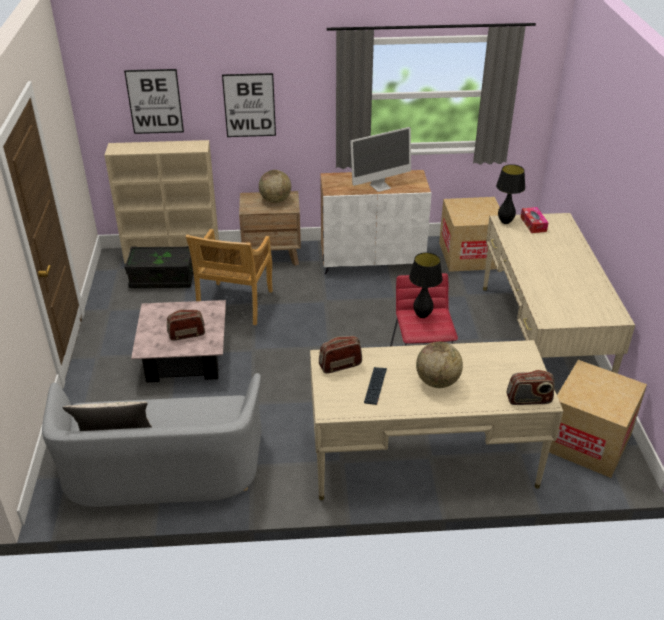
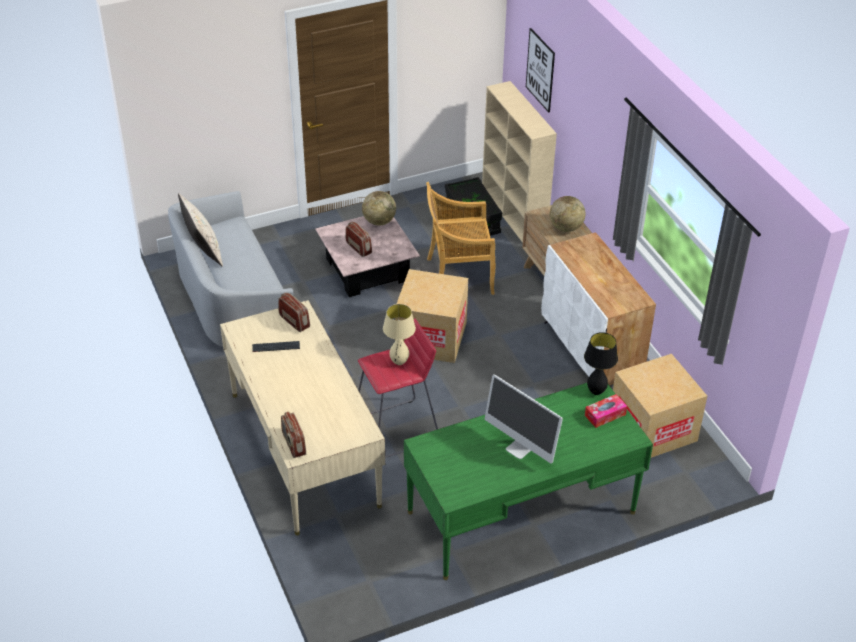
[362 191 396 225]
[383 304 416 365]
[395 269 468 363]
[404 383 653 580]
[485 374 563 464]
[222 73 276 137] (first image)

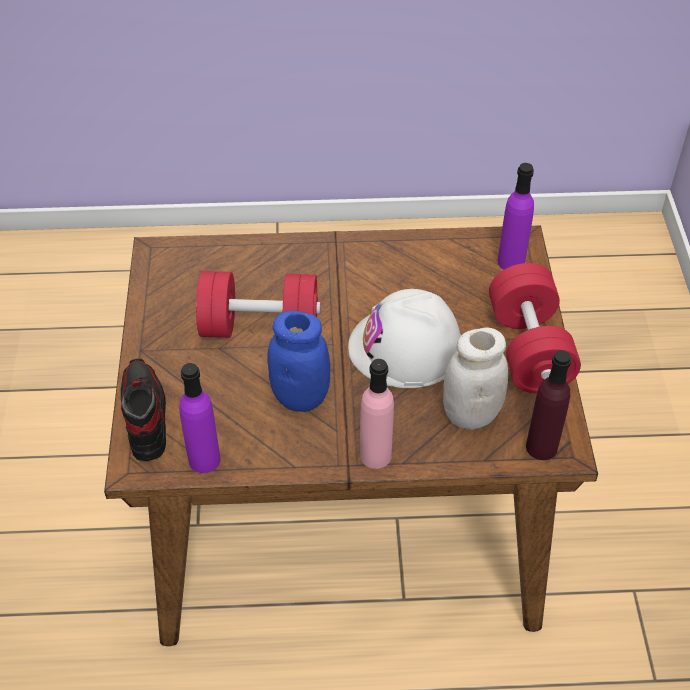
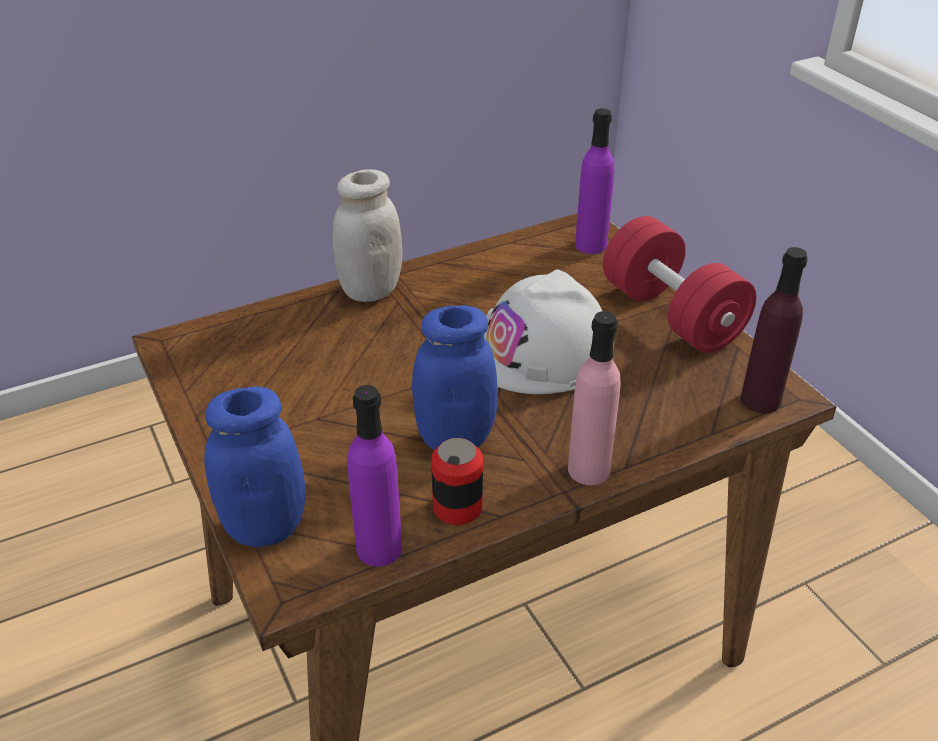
[204 387 306 547]
[333 169 403 302]
[431 438 483 525]
[196 271 321 338] (first image)

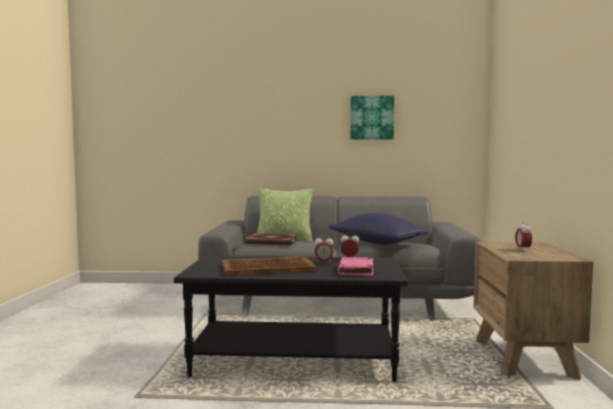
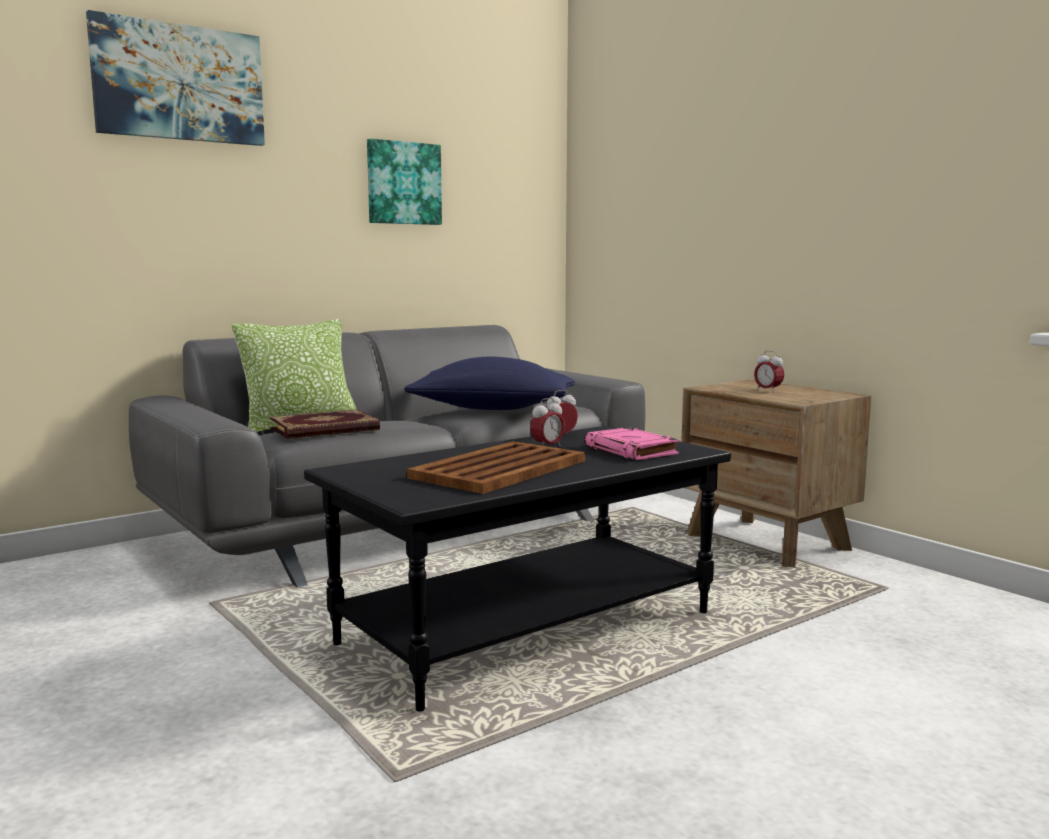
[86 10 265 146]

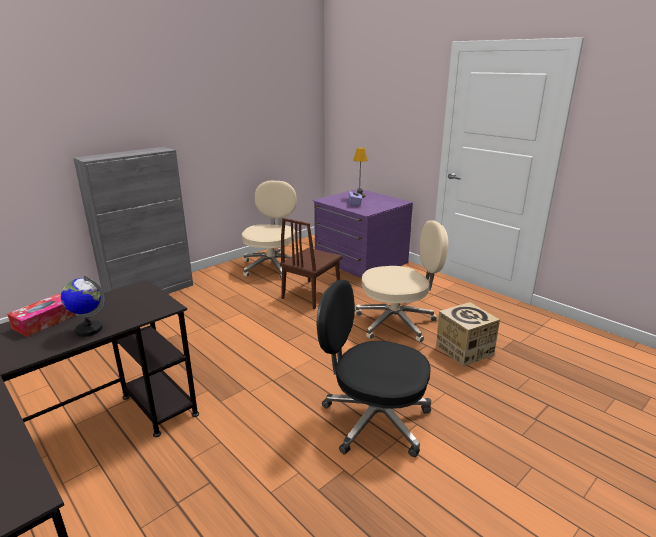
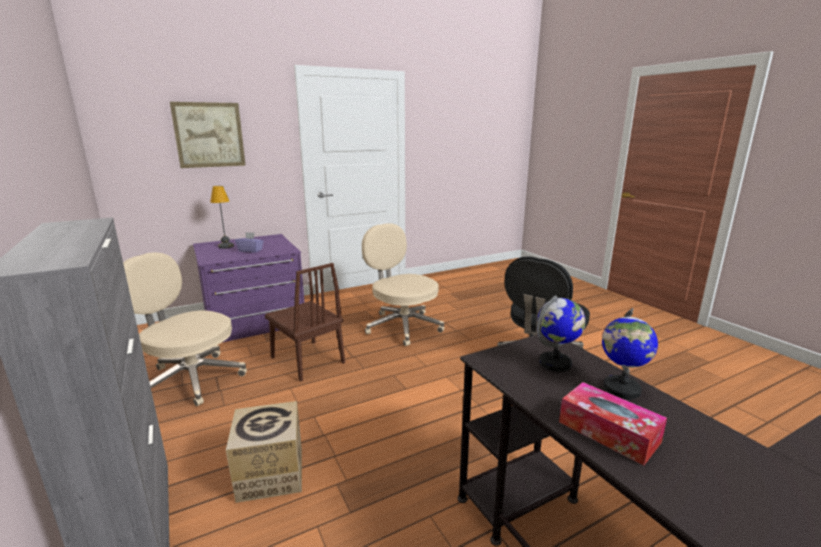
[170 102 246 168]
[226 401 302 503]
[362 223 444 346]
[537 295 586 372]

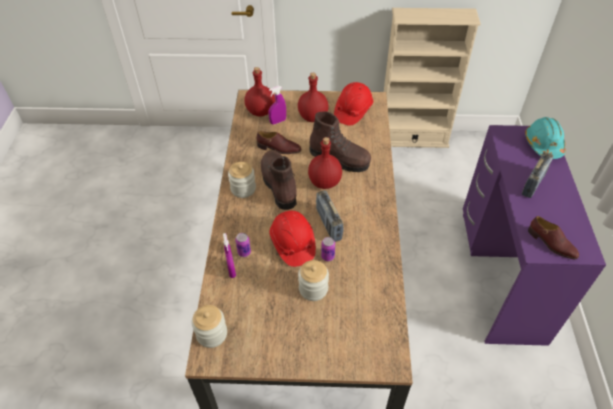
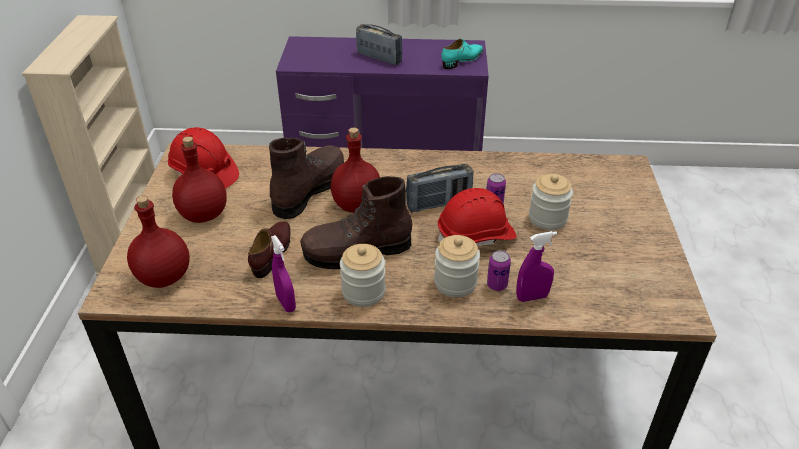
[271 235 296 312]
[434 235 480 297]
[441 39 483 69]
[525 117 566 159] (first image)

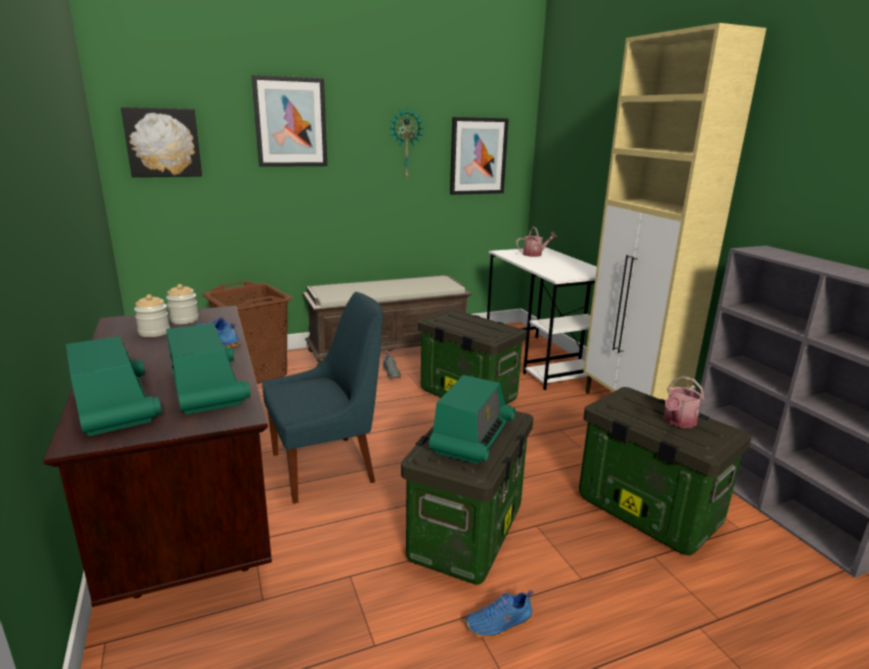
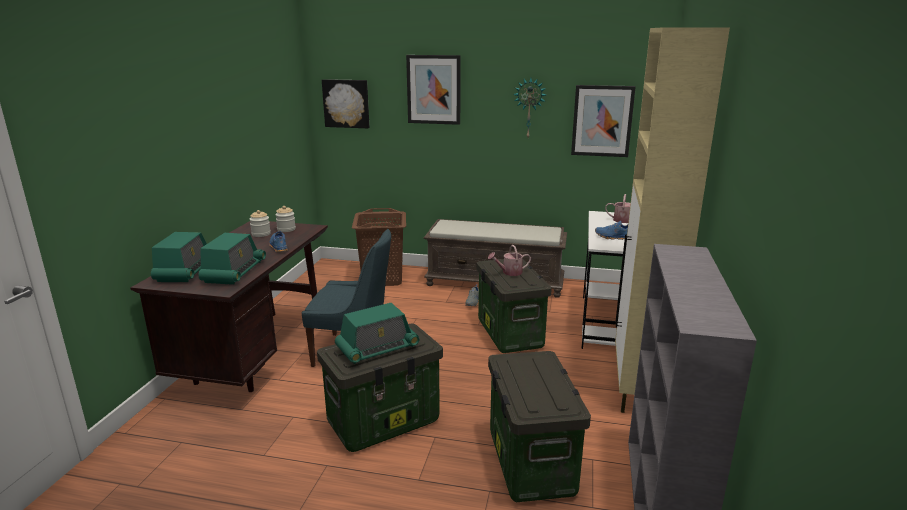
[488 245 531 276]
[595 221 628 240]

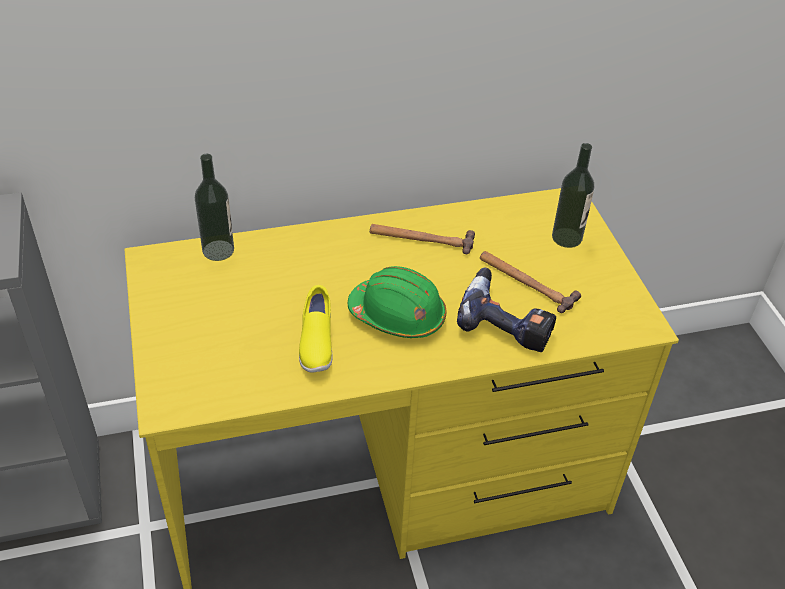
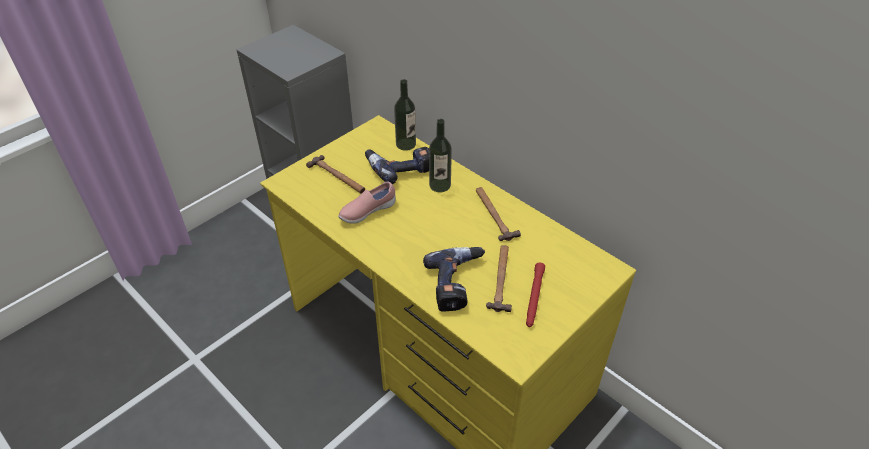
[306 155 365 193]
[338 181 396 224]
[365 147 429 184]
[429 119 452 192]
[526 262 545 327]
[348 266 446 338] (first image)

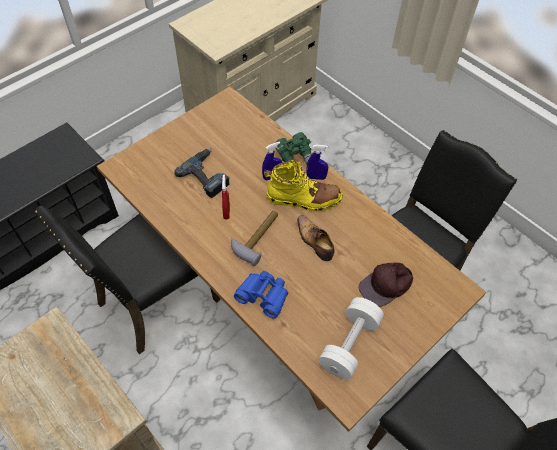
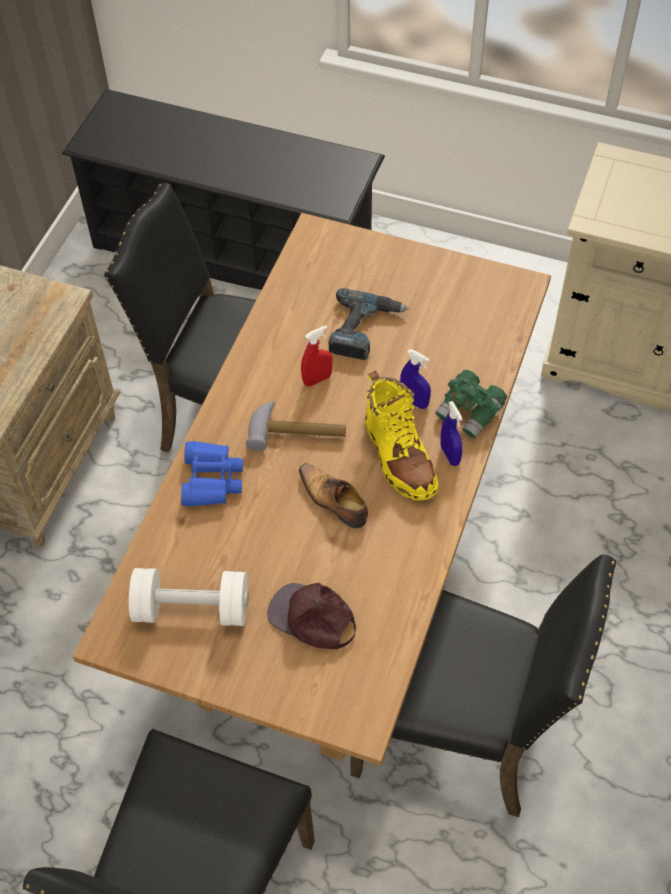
[299 463 368 528]

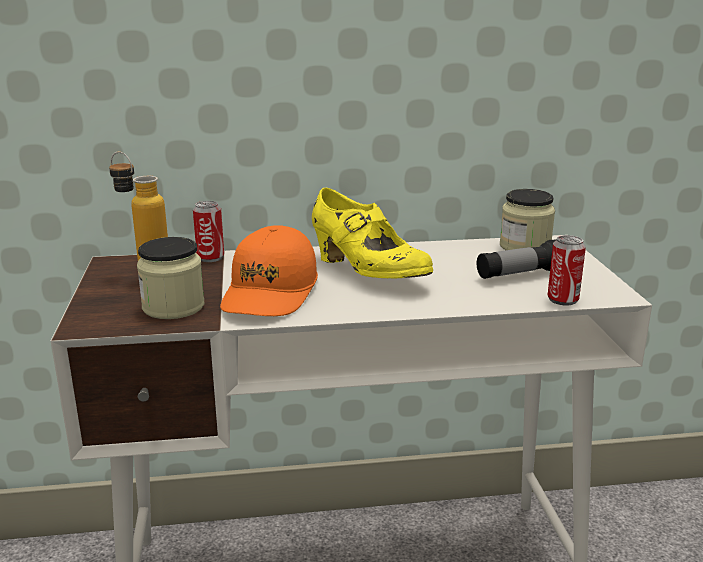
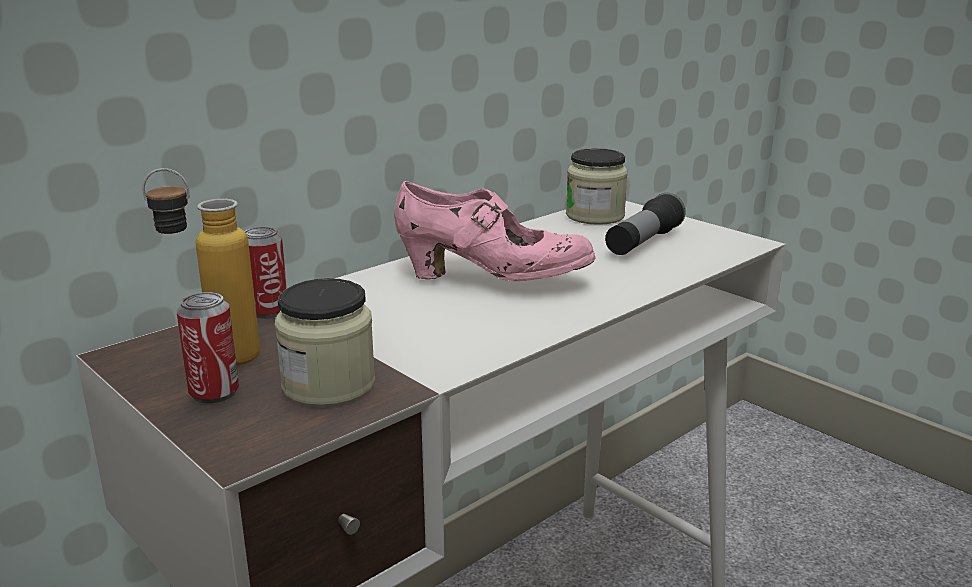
[177 292 239 403]
[394 181 595 281]
[220 225 318 316] (first image)

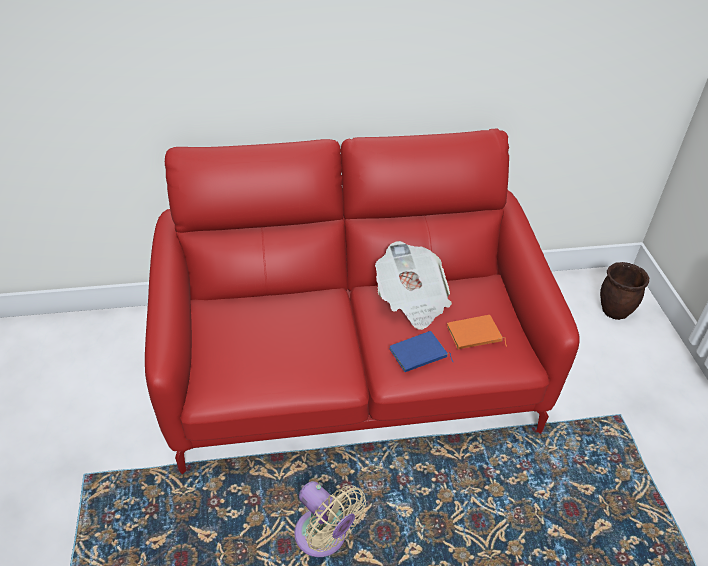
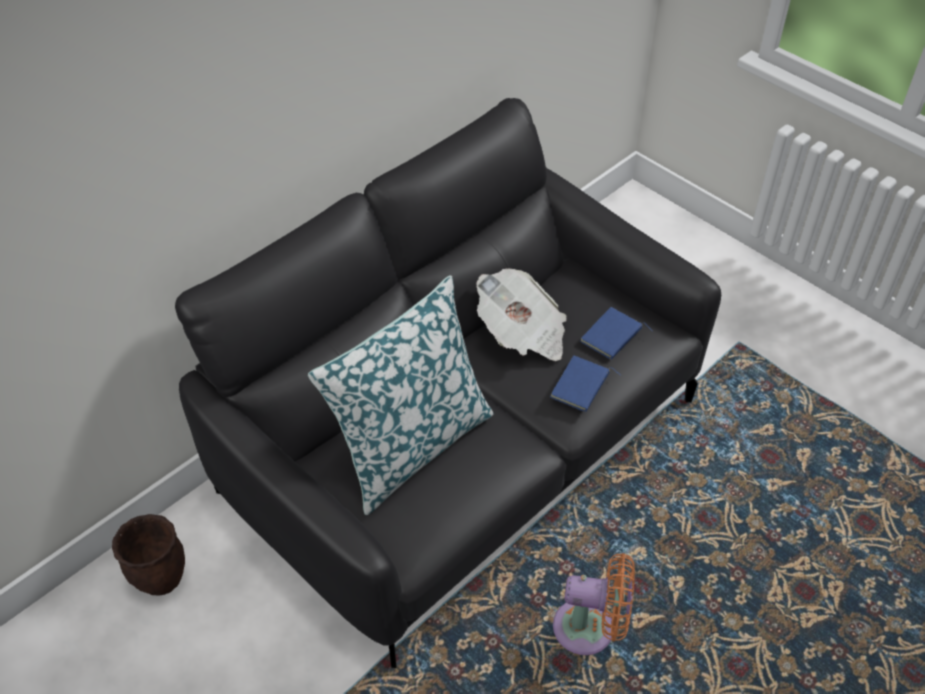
[112 514 185 595]
[175 98 721 668]
[308 275 494 515]
[553 553 635 655]
[580 307 652 360]

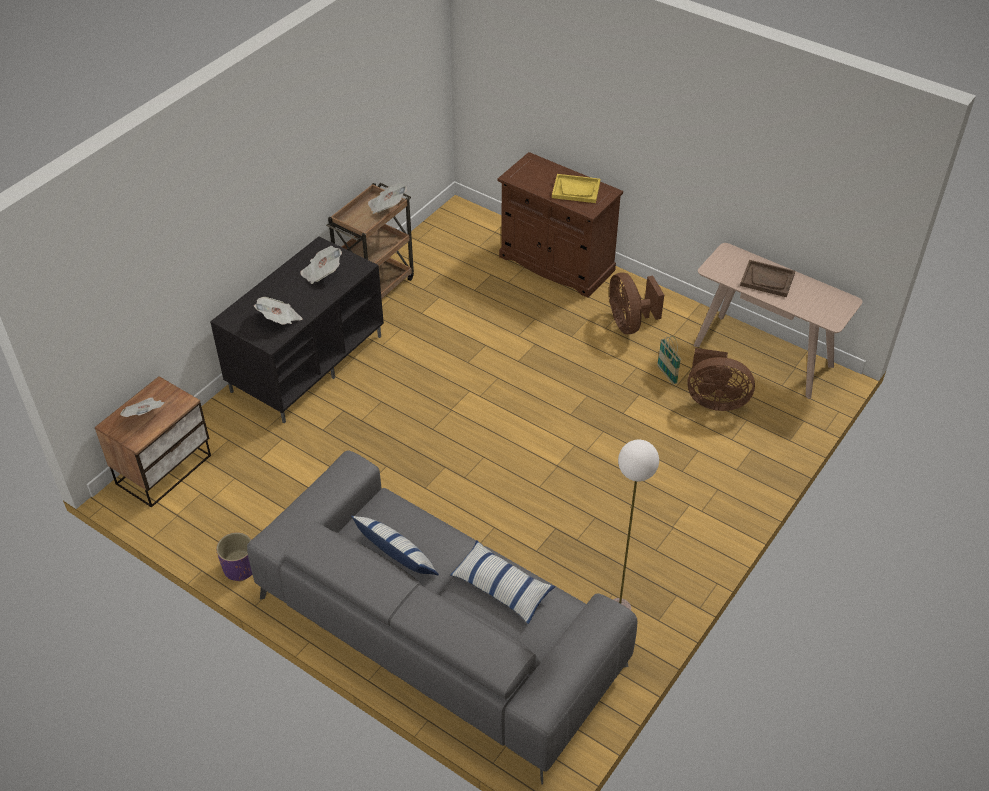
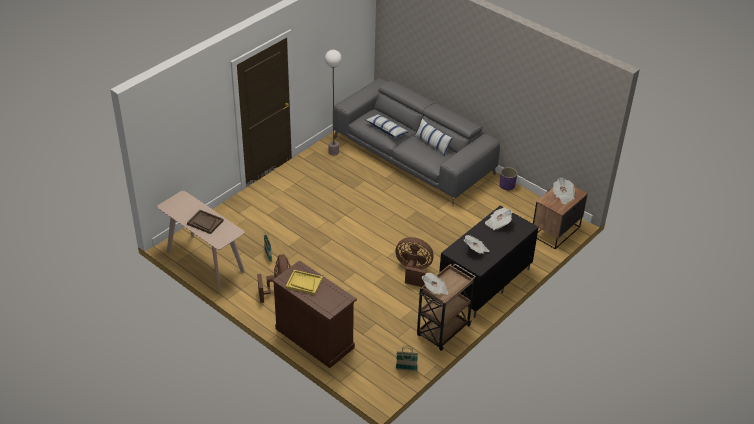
[395 237 434 287]
[396 346 418 371]

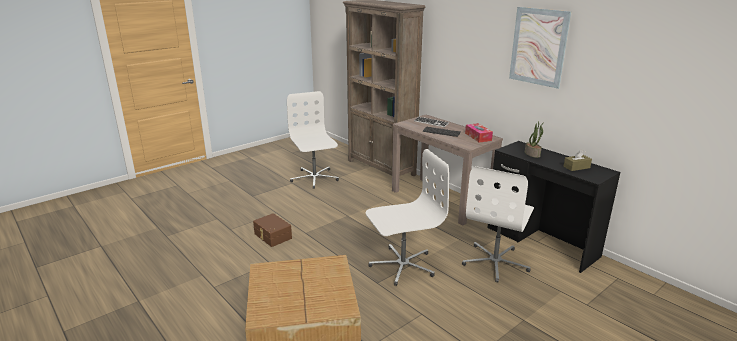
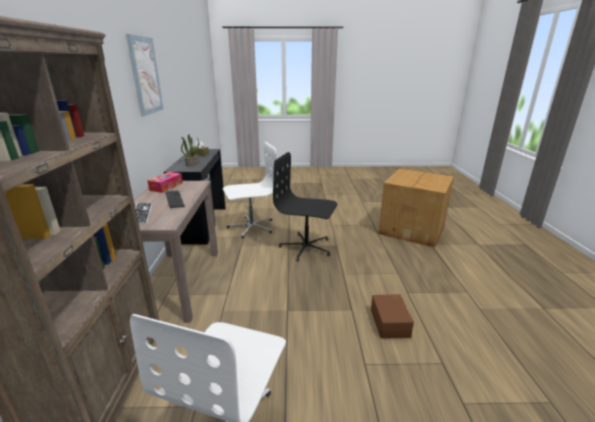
[273 152 337 261]

